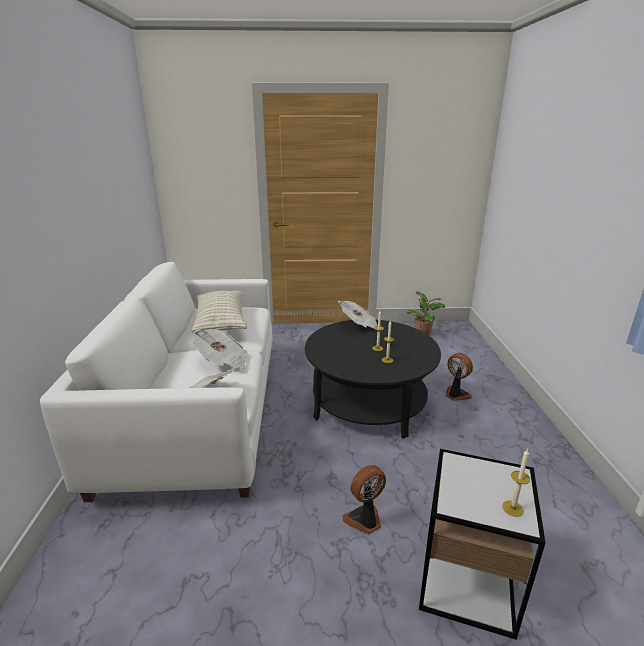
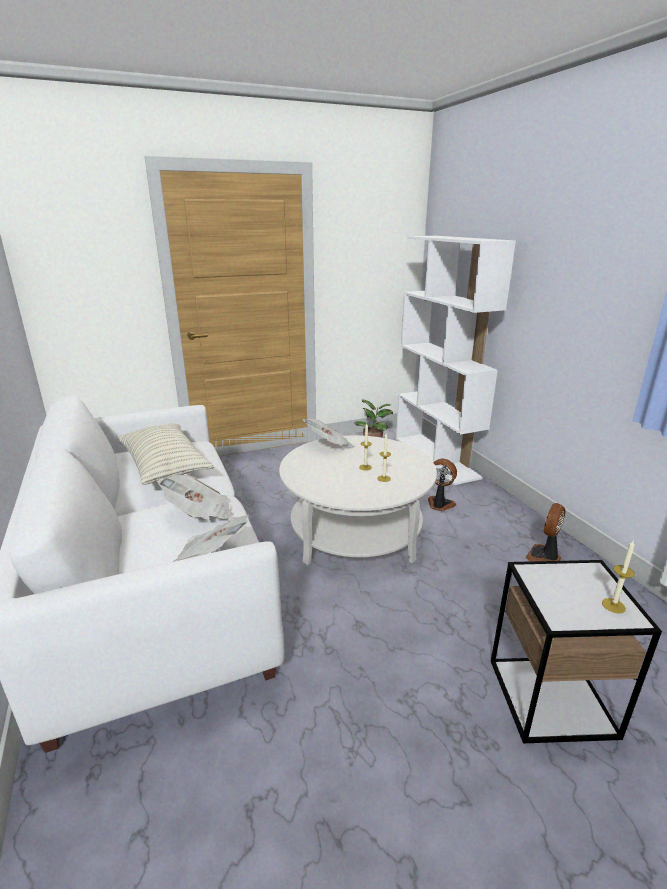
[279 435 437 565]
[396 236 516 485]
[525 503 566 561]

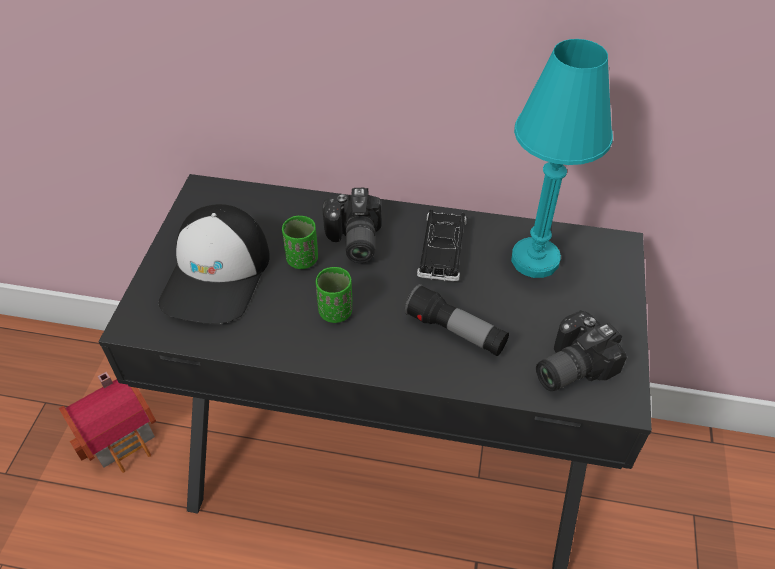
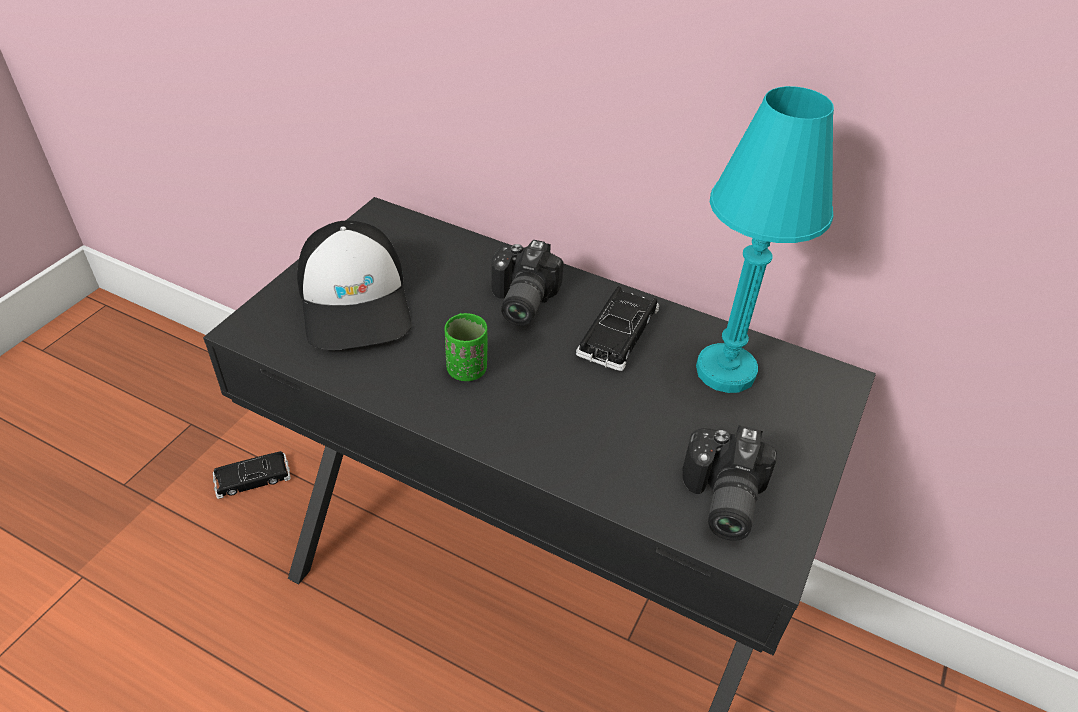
[213 451 291 499]
[297 220 412 350]
[682 425 777 541]
[282 216 318 269] (first image)
[404 284 509 356] (first image)

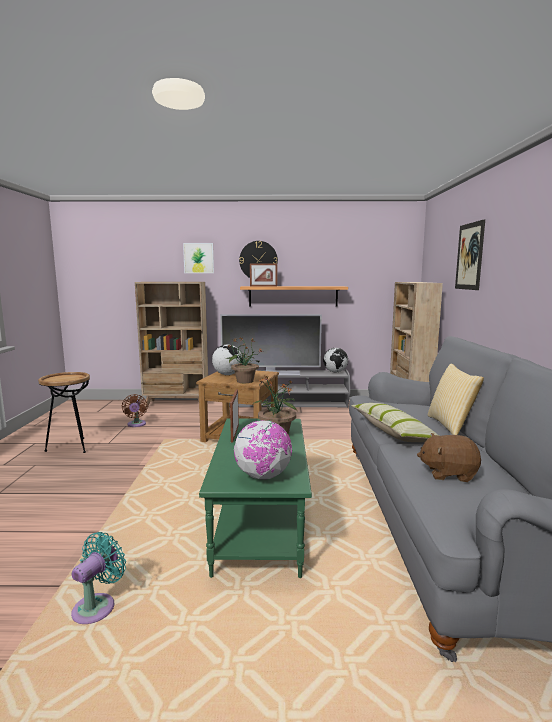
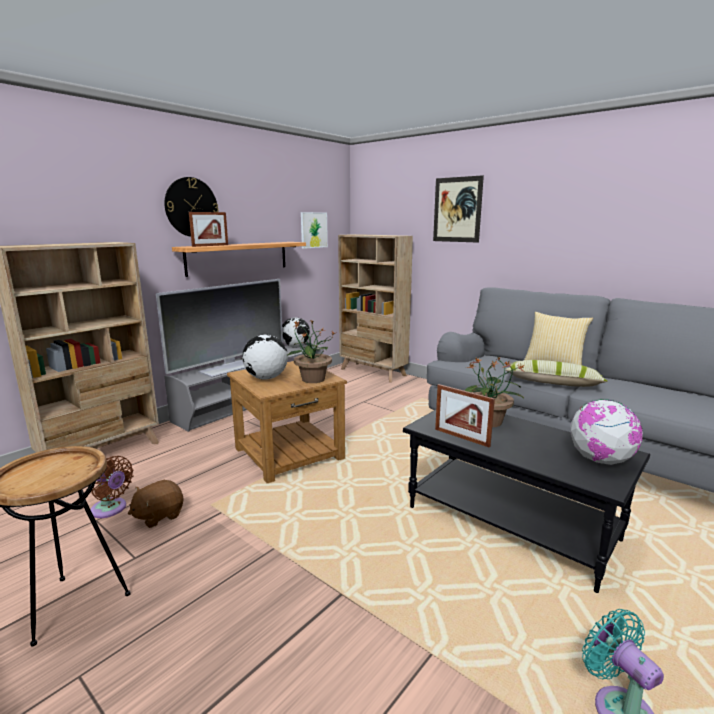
[128 480 184 528]
[301 212 328 249]
[403 410 650 593]

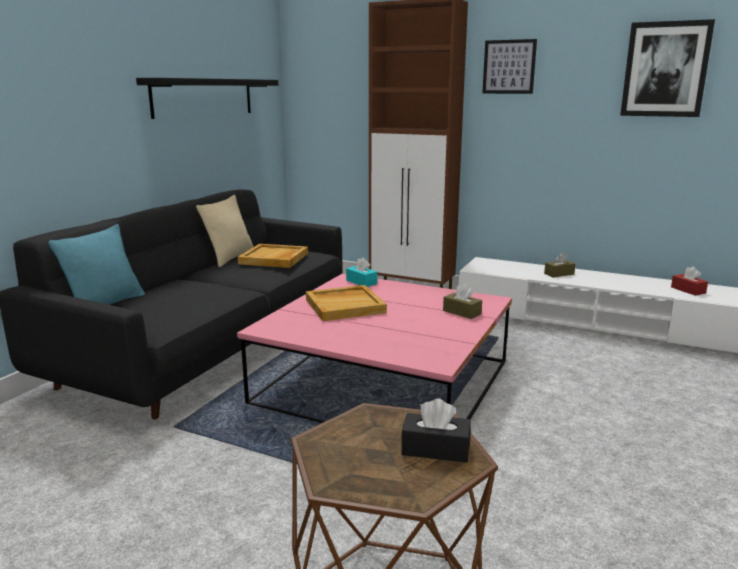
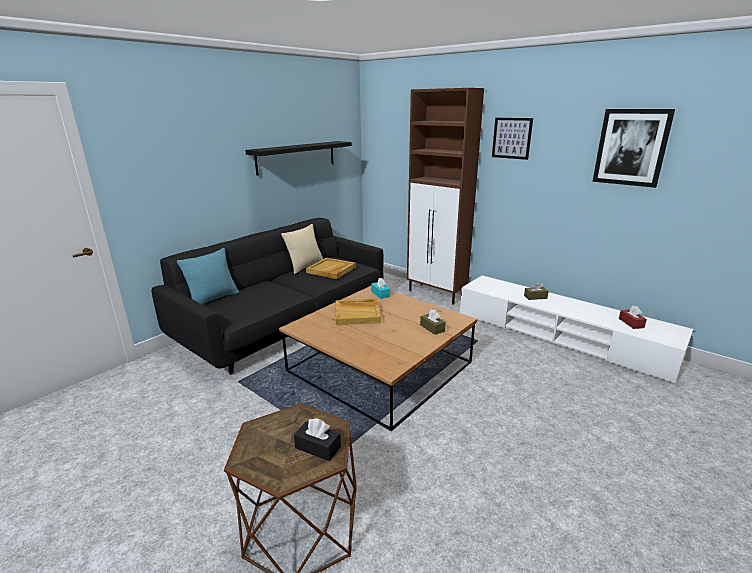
[279 286 477 431]

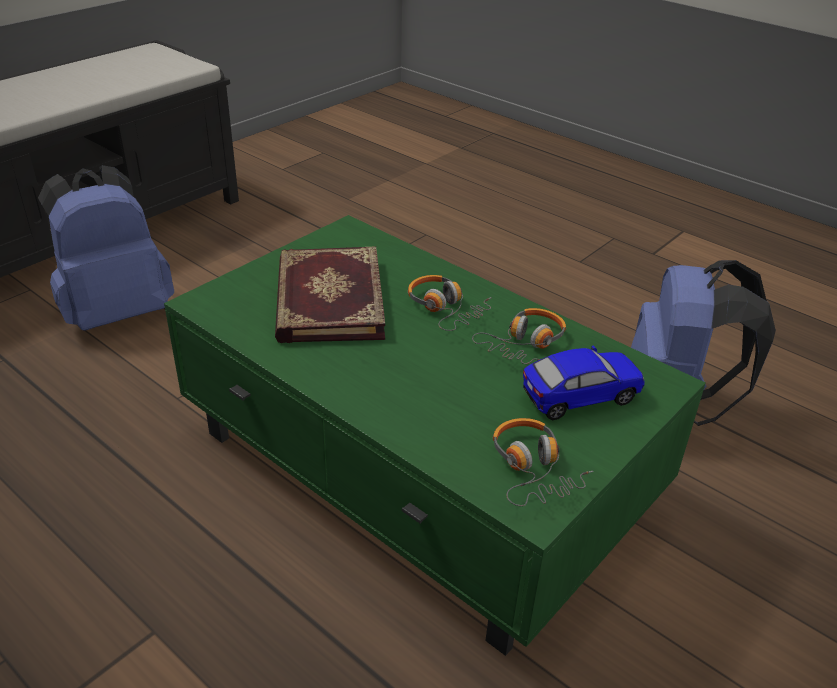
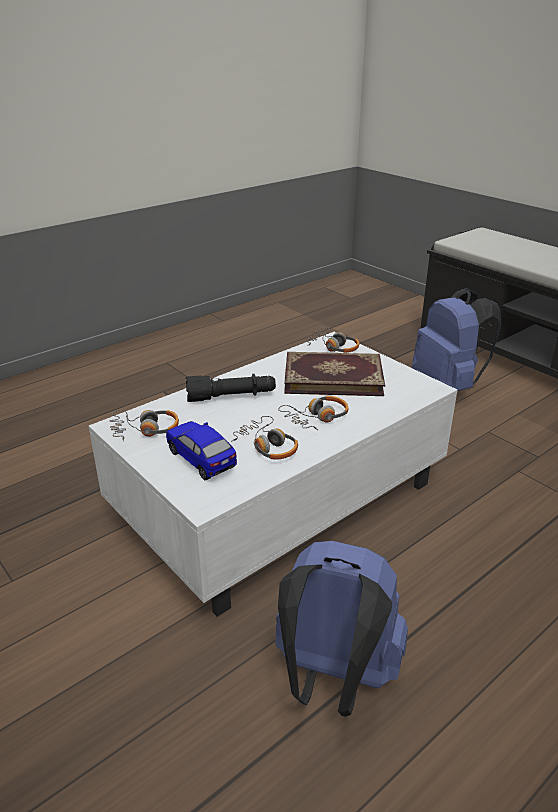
[88 332 458 617]
[166 421 237 480]
[186 374 276 402]
[305 327 359 353]

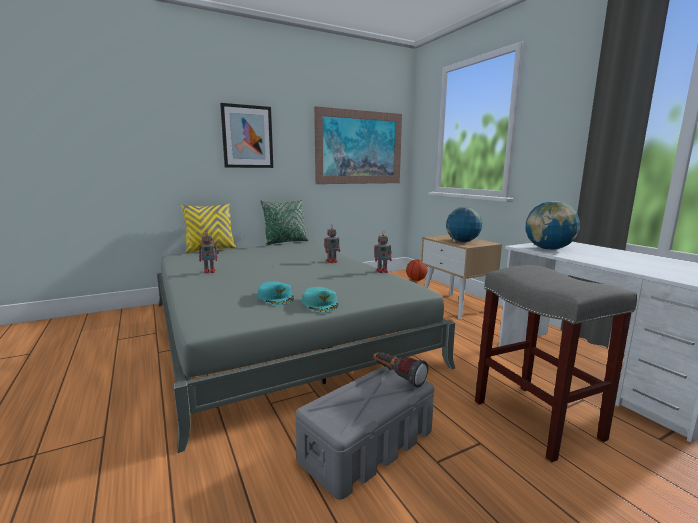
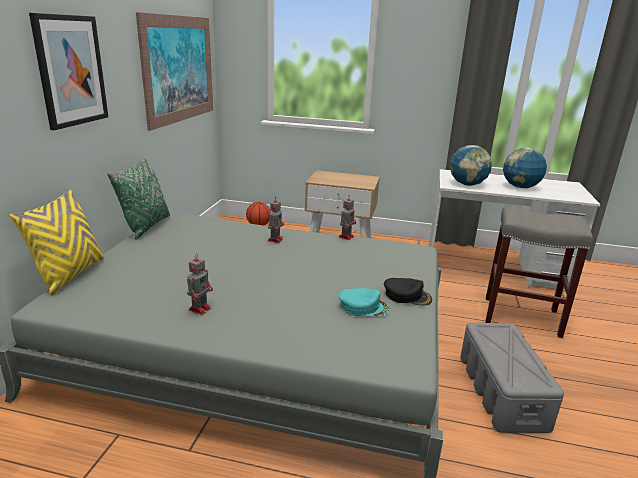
[384 278 432 306]
[503 148 547 188]
[373 352 428 388] (first image)

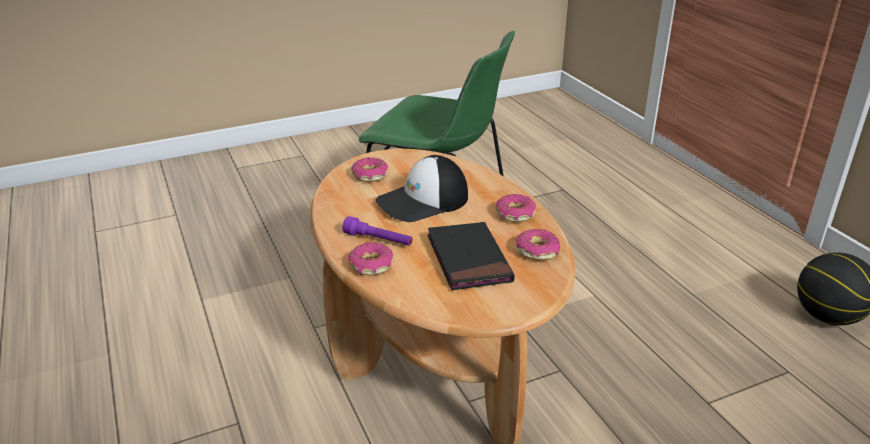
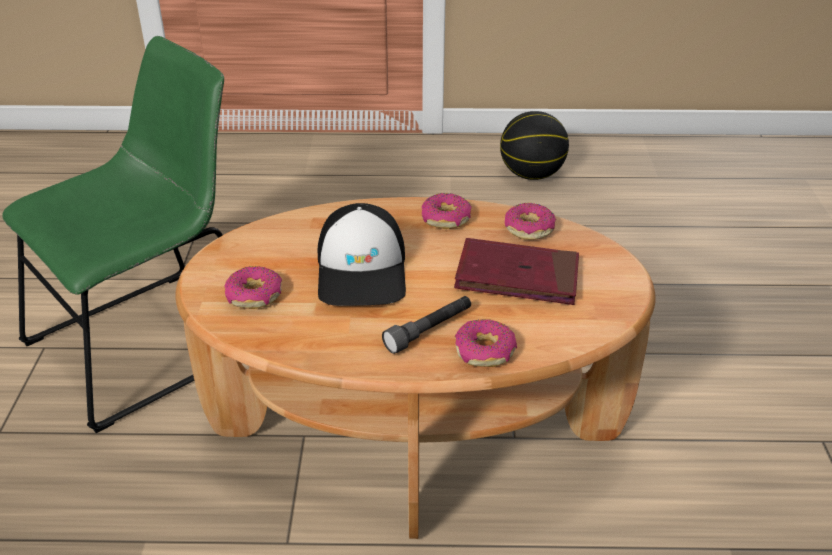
[382 296 471 354]
[454 238 579 305]

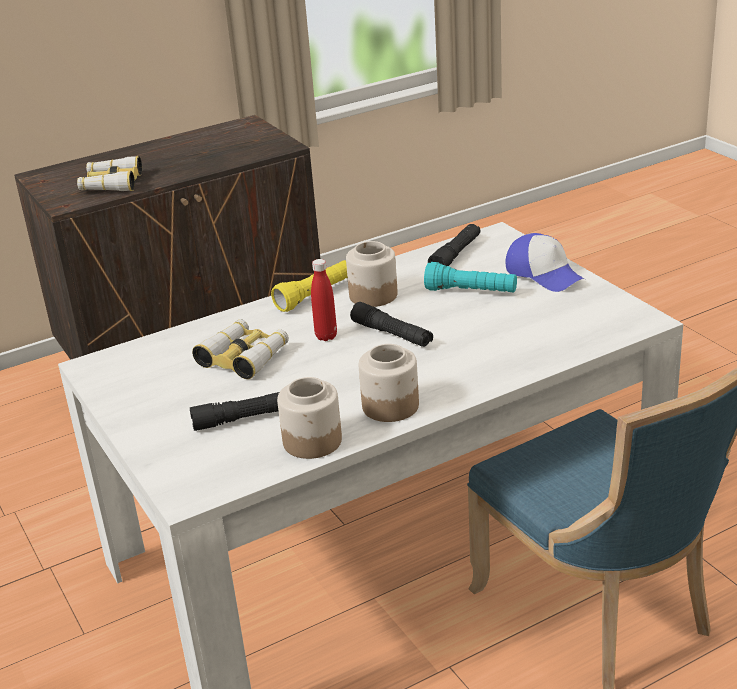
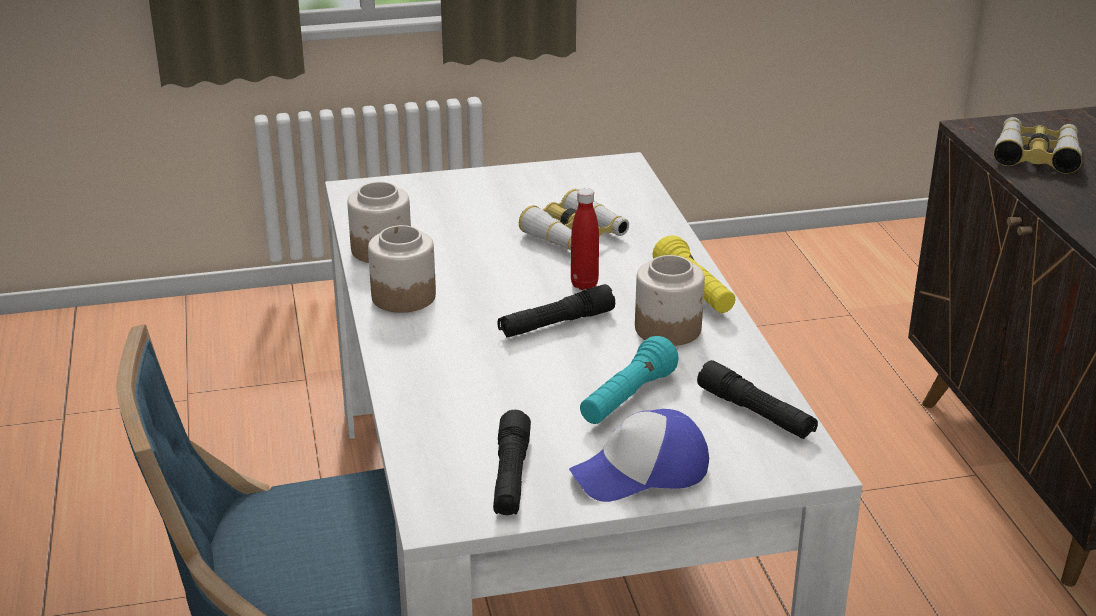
[493 410 531 515]

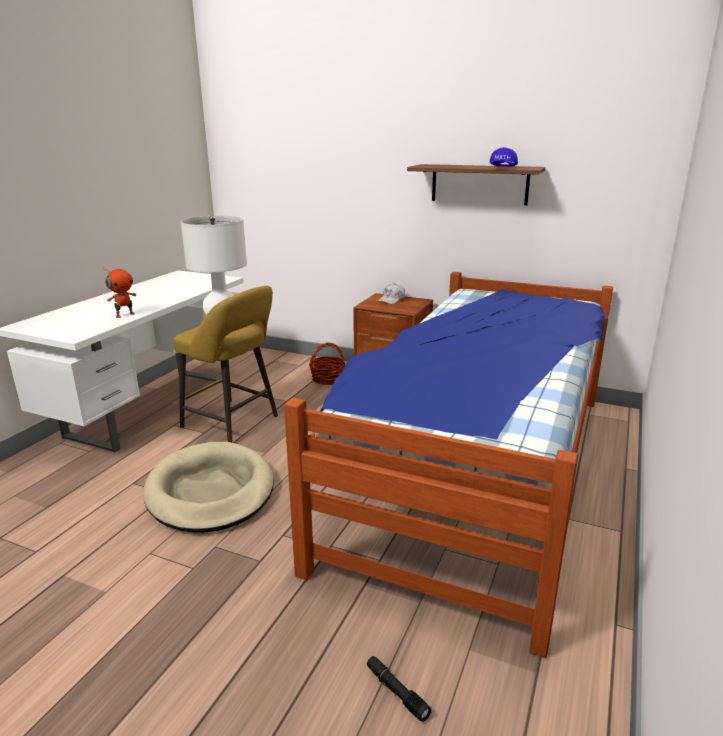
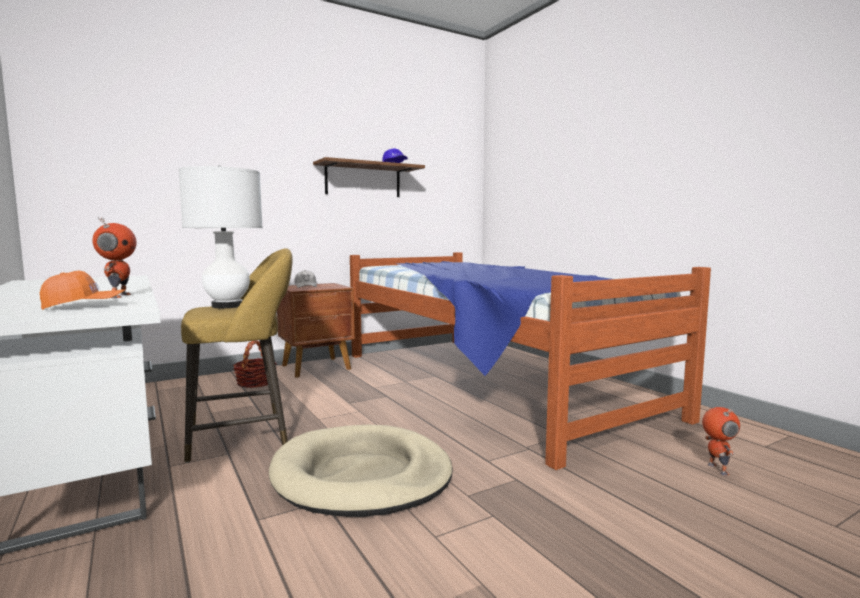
[40 271 125 310]
[702 407 740 476]

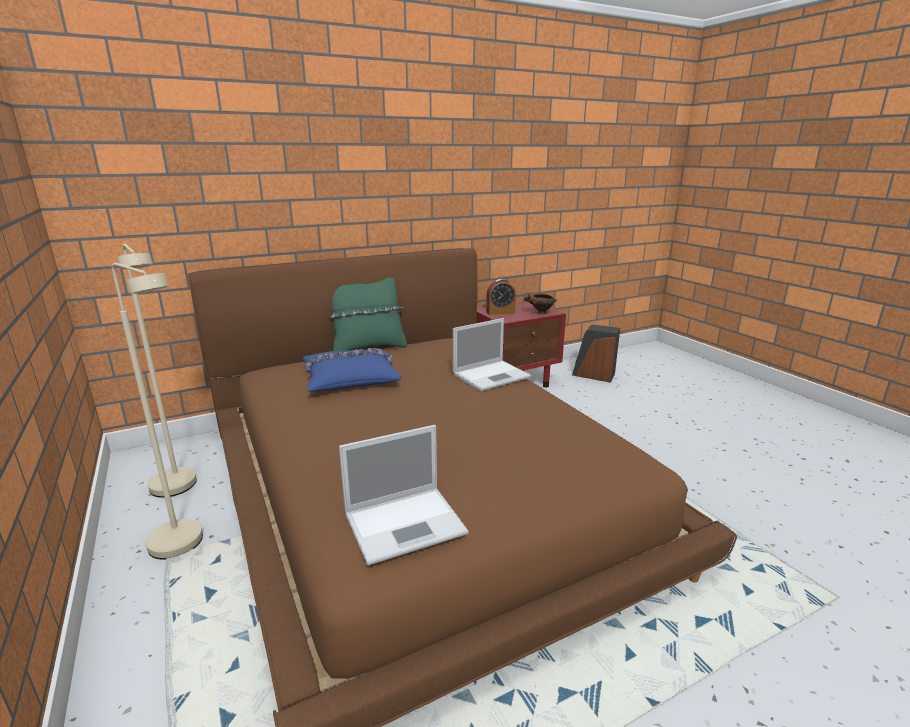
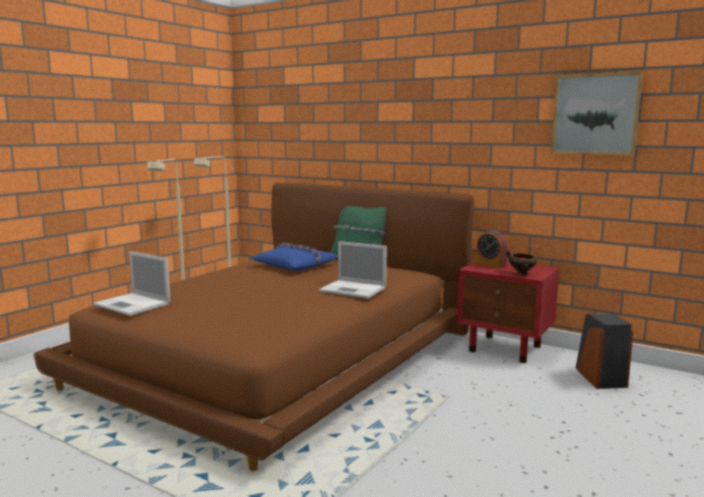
[551 71 643 156]

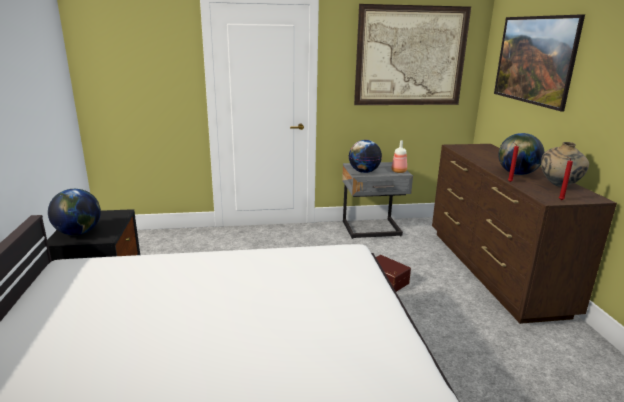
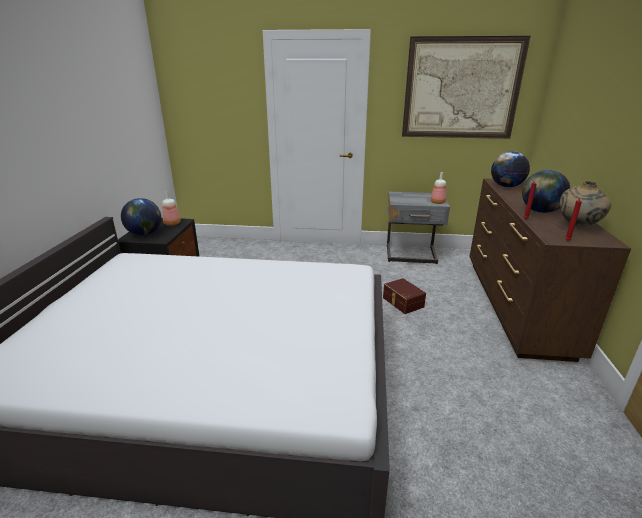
[162 191 180 226]
[491 151 530 187]
[494 14 585 112] (first image)

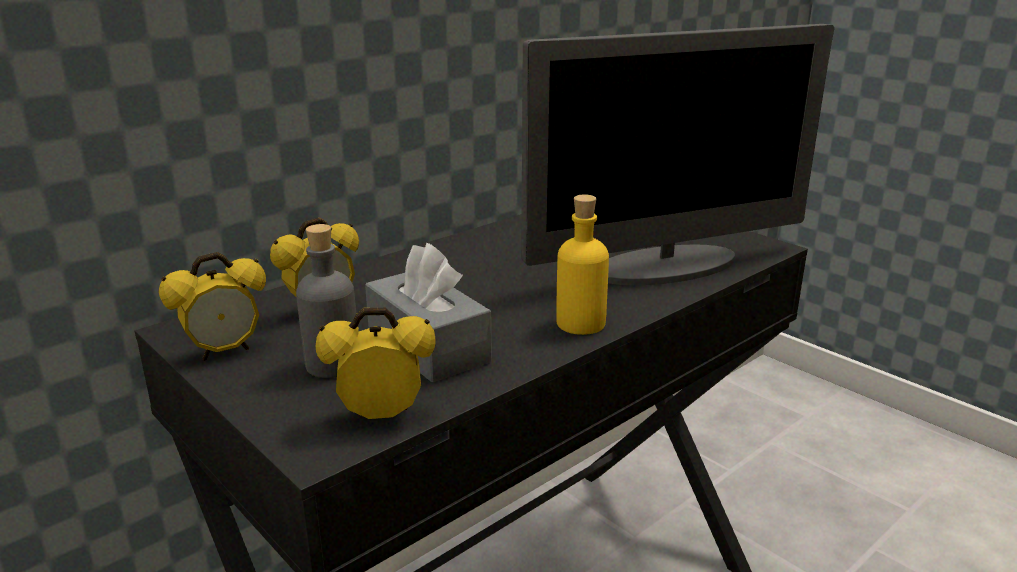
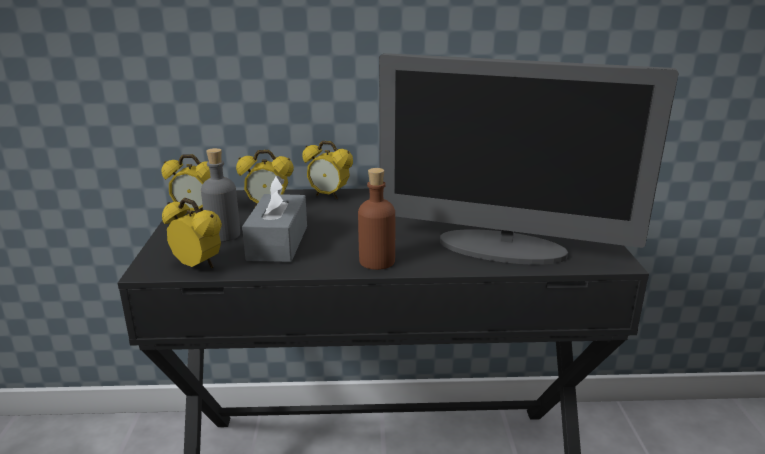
[302 141 353 199]
[358 168 395 270]

